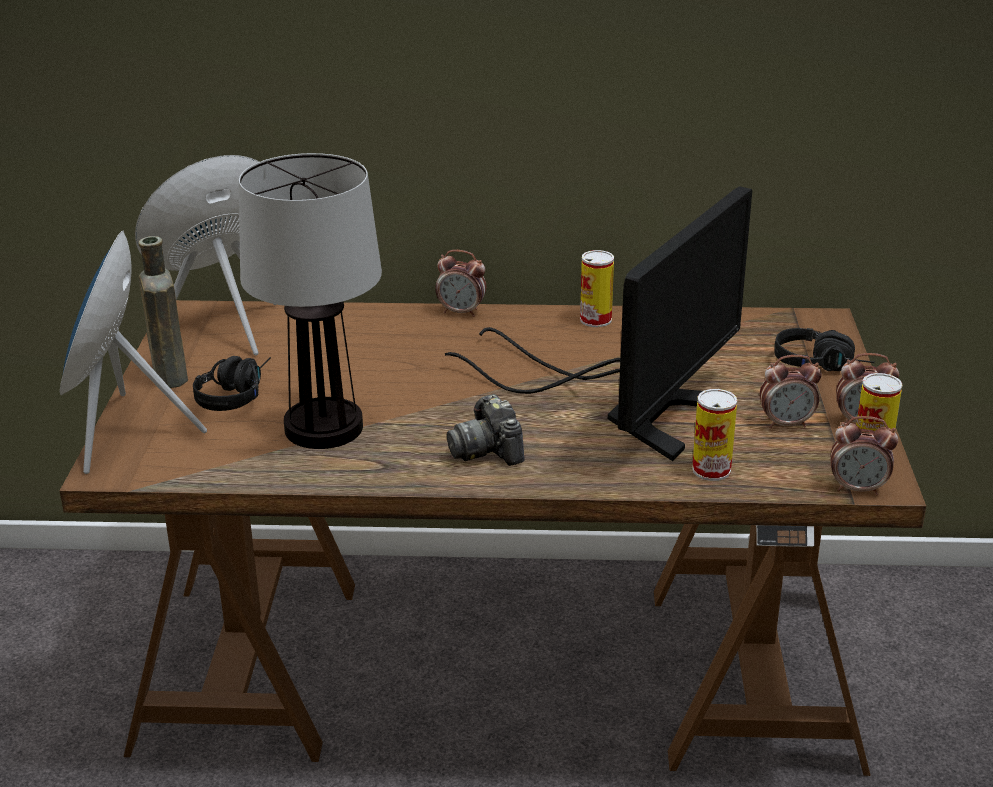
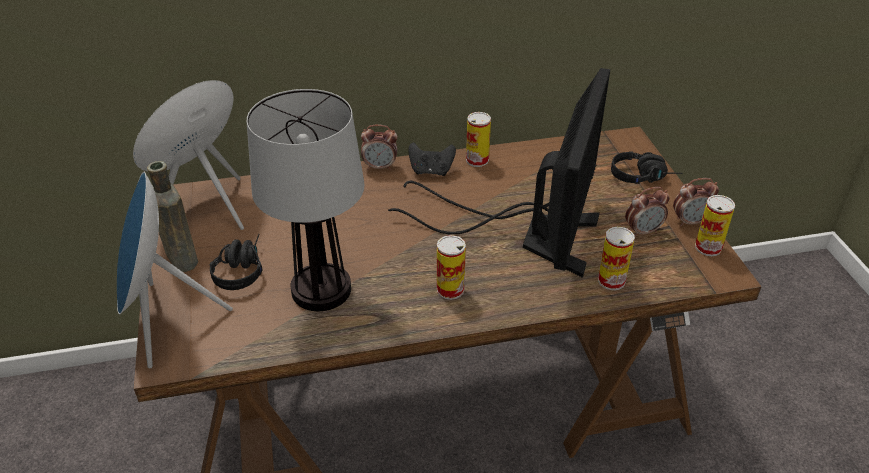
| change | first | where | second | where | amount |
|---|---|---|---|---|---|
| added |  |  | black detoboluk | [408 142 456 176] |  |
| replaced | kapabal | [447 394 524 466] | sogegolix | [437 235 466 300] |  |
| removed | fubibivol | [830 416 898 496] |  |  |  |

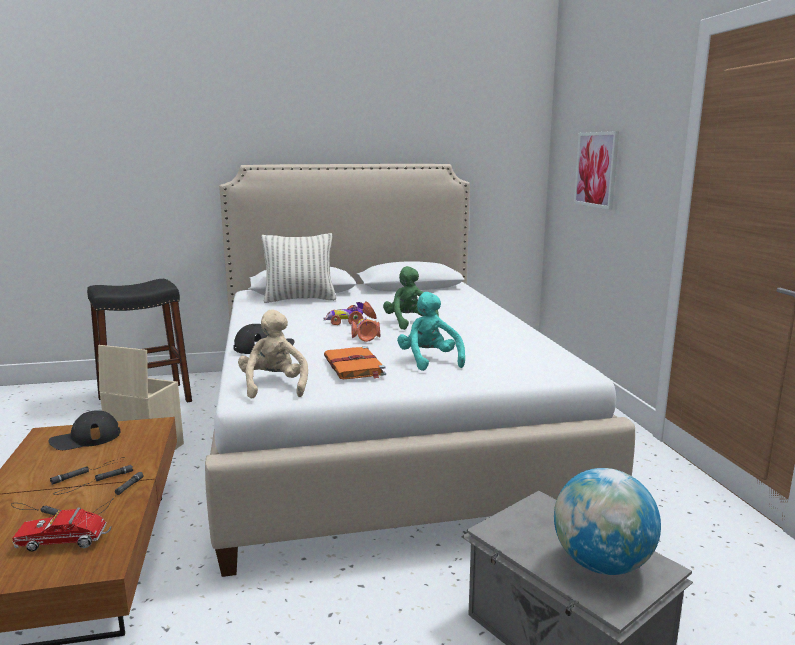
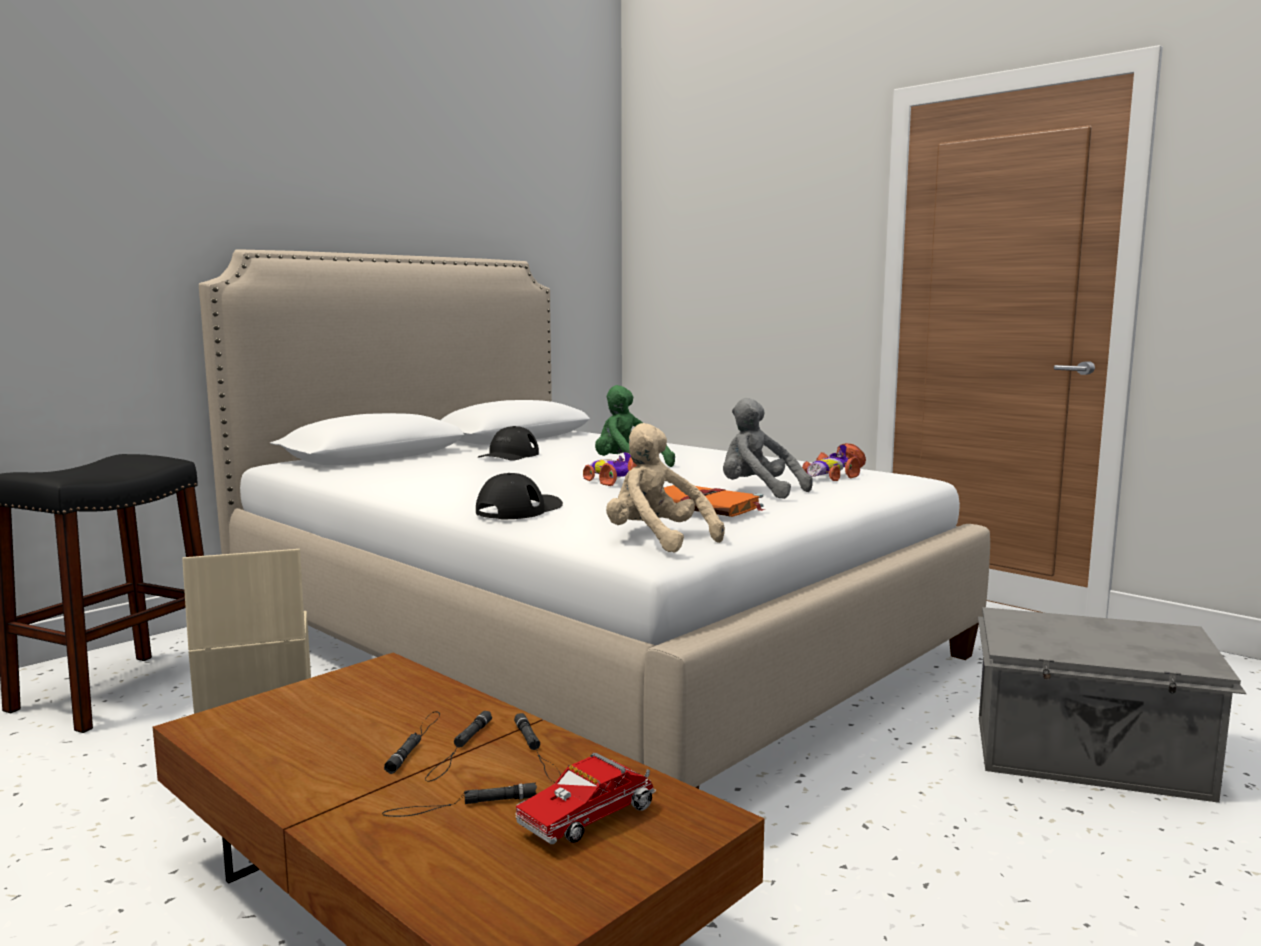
| change | first | where | second | where | amount |
|---|---|---|---|---|---|
| moved | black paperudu | [49 410 120 450] |  | [478 426 539 461] |  |
| recoloured | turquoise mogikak | [397 292 465 371] | grey mogikak | [723 398 813 499] |  |
| moved | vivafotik | [323 301 377 325] |  | [802 443 866 481] |  |
| removed | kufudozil | [261 233 336 303] |  |  |  |
| removed | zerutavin | [554 468 661 575] |  |  |  |
| removed | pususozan | [574 131 619 210] |  |  |  |

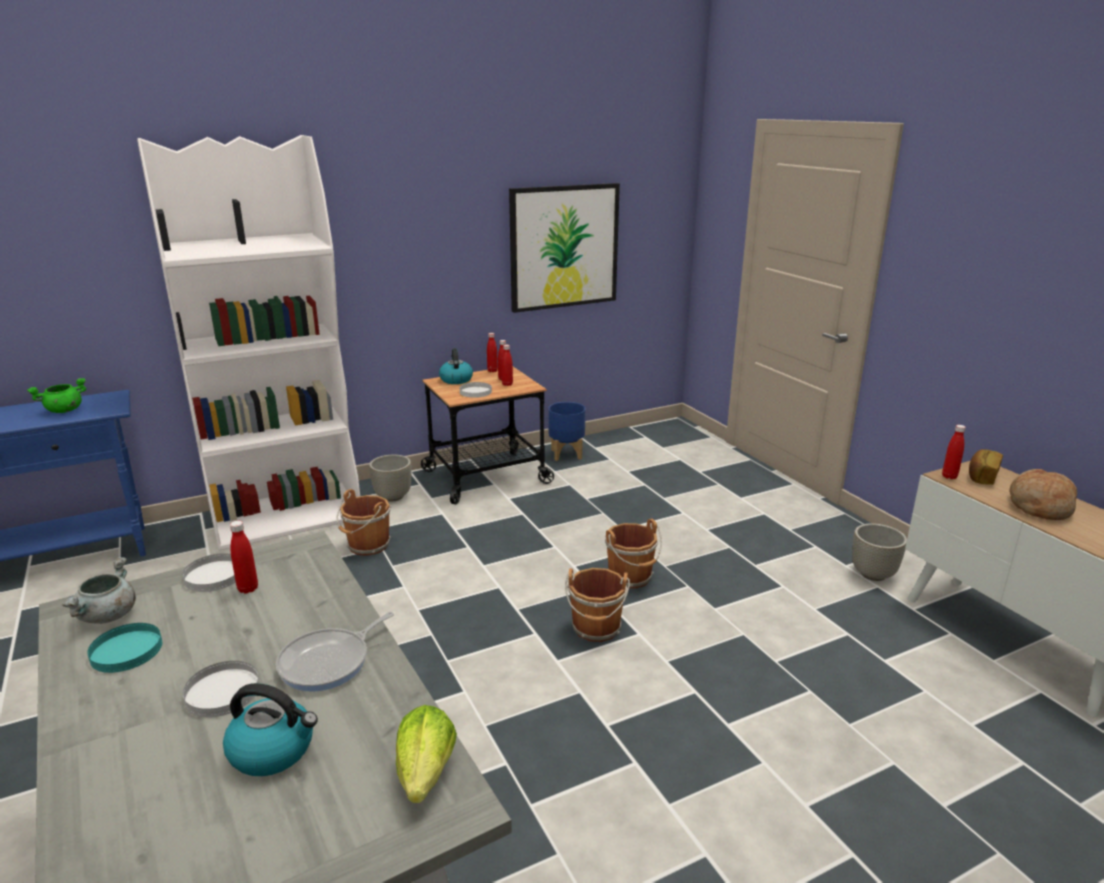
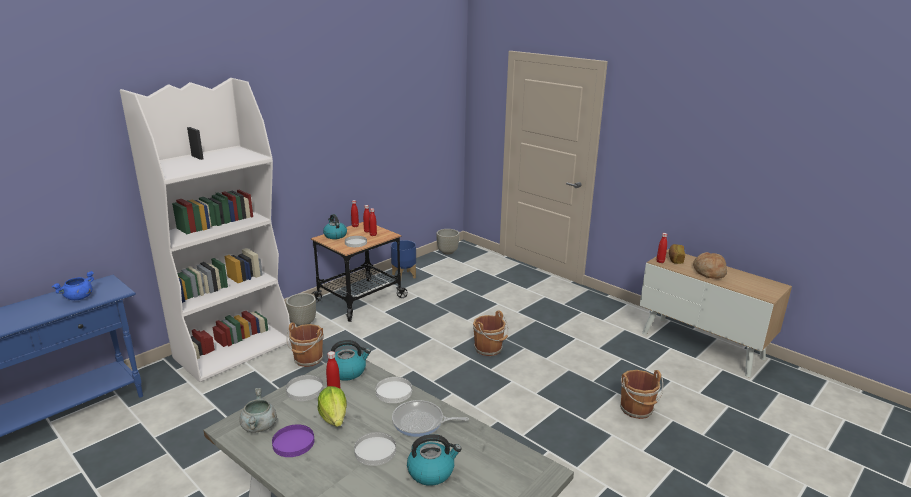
| change | first | where | second | where | amount |
|---|---|---|---|---|---|
| recoloured | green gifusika | [27 378 86 413] | blue gifusika | [51 271 94 300] |  |
| recoloured | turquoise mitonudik | [87 623 162 673] | purple mitonudik | [272 424 314 457] |  |
| moved | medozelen | [396 705 457 803] |  | [318 386 347 427] |  |
| added |  |  | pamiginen | [331 340 371 381] |  |
| added |  |  | white mitonudik | [376 377 412 403] |  |
| turned | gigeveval | [276 612 394 692] |  | [392 400 469 437] | 75 degrees clockwise |
| moved | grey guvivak | [852 523 907 581] |  | [436 229 459 255] |  |
| moved | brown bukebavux | [565 568 630 642] |  | [620 370 663 419] |  |
| removed | pususozan | [509 183 620 313] |  |  |  |

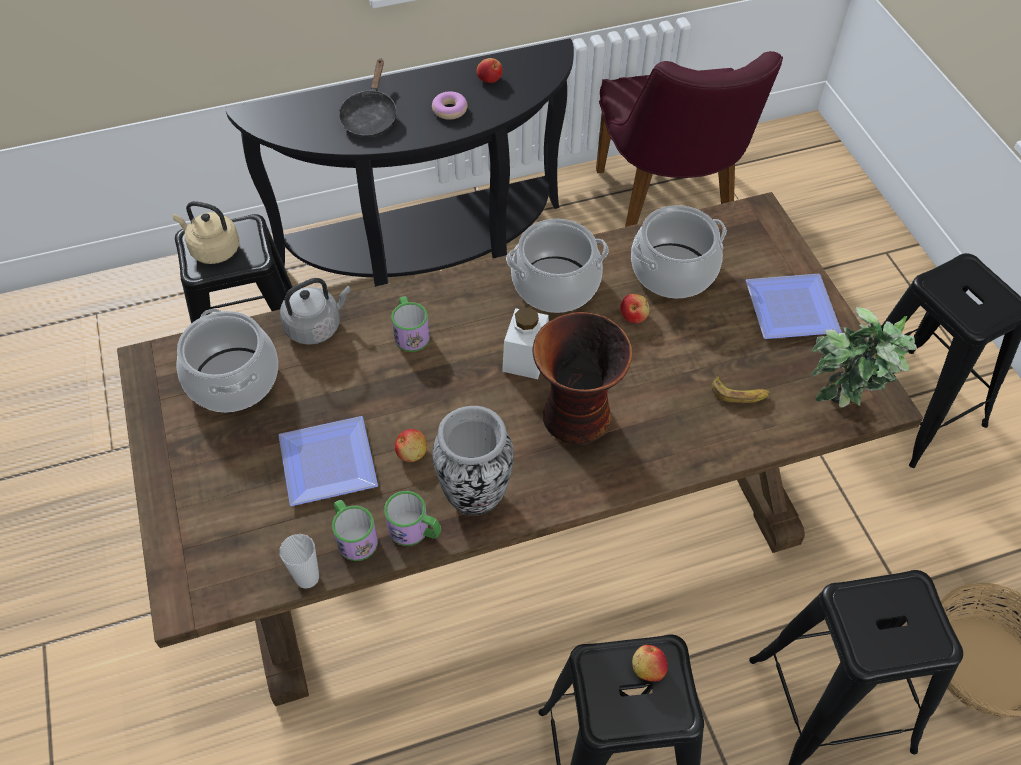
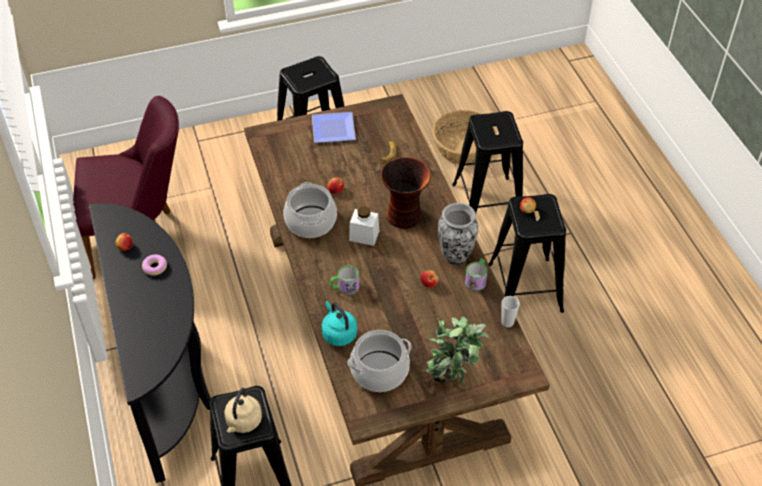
| change | first | where | second | where | amount |
|---|---|---|---|---|---|
| recoloured | grey pamiginen | [280 278 351 345] | turquoise pamiginen | [322 301 357 346] |  |
| moved | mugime | [811 307 917 408] |  | [426 317 489 385] |  |
| removed | mitonudik | [279 416 378 506] |  |  |  |
| removed | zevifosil | [332 499 378 561] |  |  |  |
| removed | black gigeveval | [338 58 397 137] |  |  |  |
| removed | gifusika | [631 205 727 299] |  |  |  |

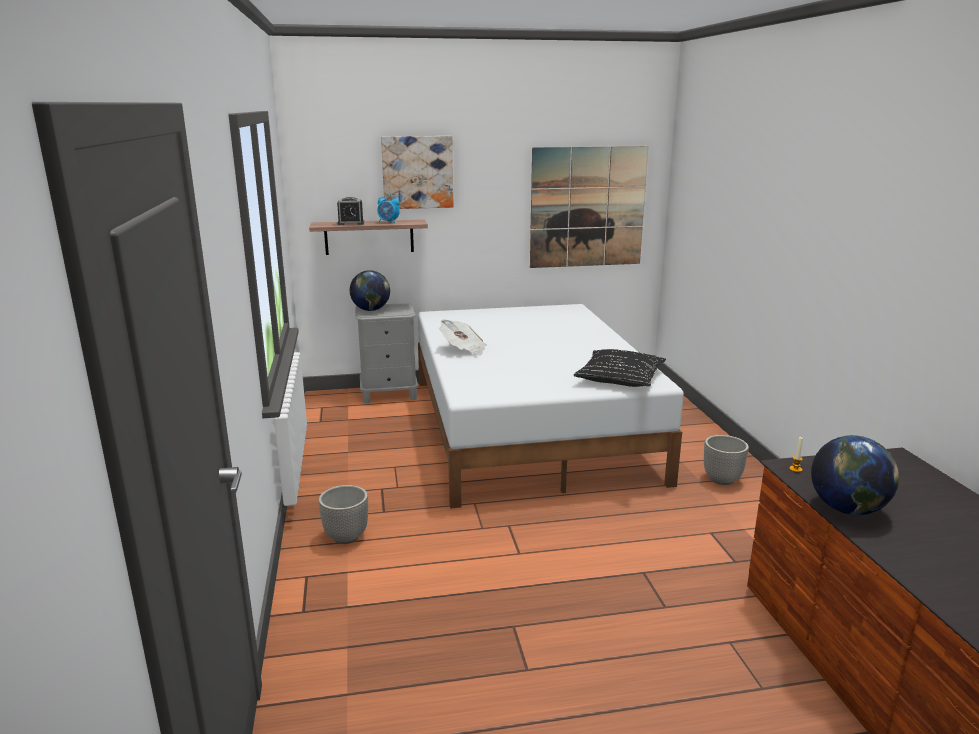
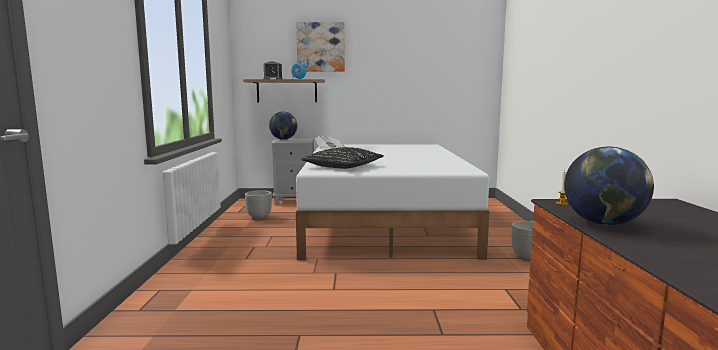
| change | first | where | second | where | amount |
|---|---|---|---|---|---|
| moved | guvivak | [318 485 368 544] |  | [245 190 272 220] |  |
| moved | black kufudozil | [574 349 666 387] |  | [301 147 384 169] |  |
| removed | pususozan | [530 146 648 268] |  |  |  |

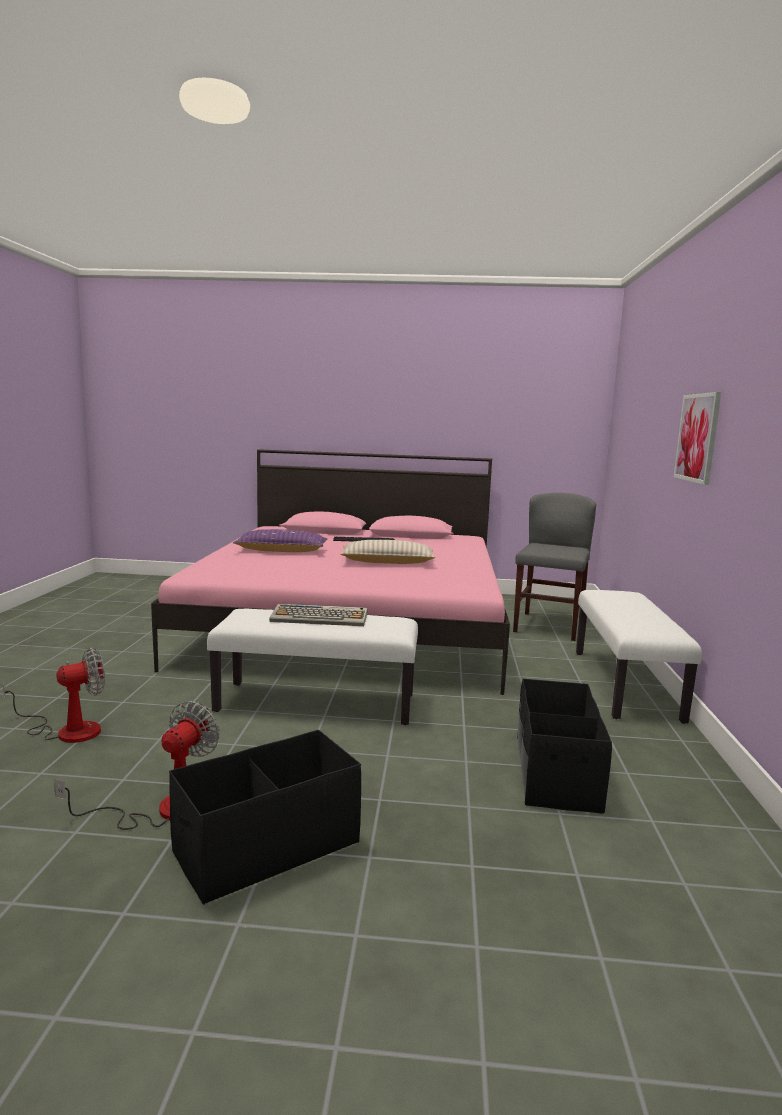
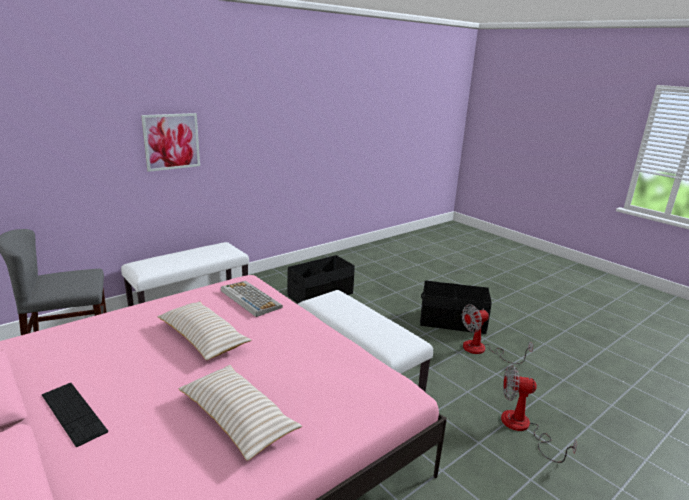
| change | first | where | second | where | amount |
|---|---|---|---|---|---|
| recoloured | purple kufudozil | [233 529 327 552] | beige kufudozil | [179 365 302 461] |  |
| moved | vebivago | [269 604 368 626] |  | [221 281 283 317] |  |

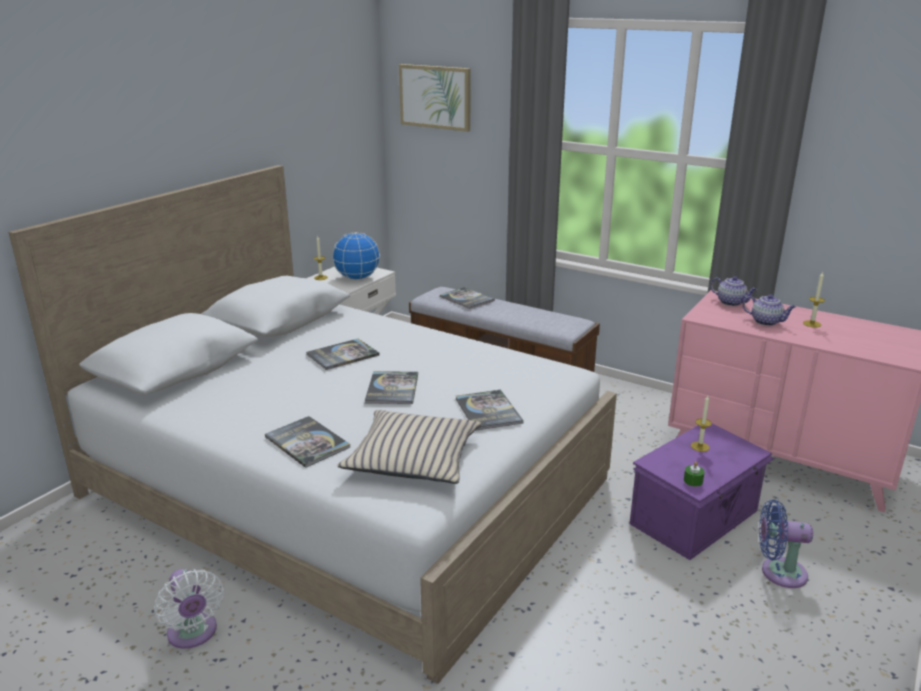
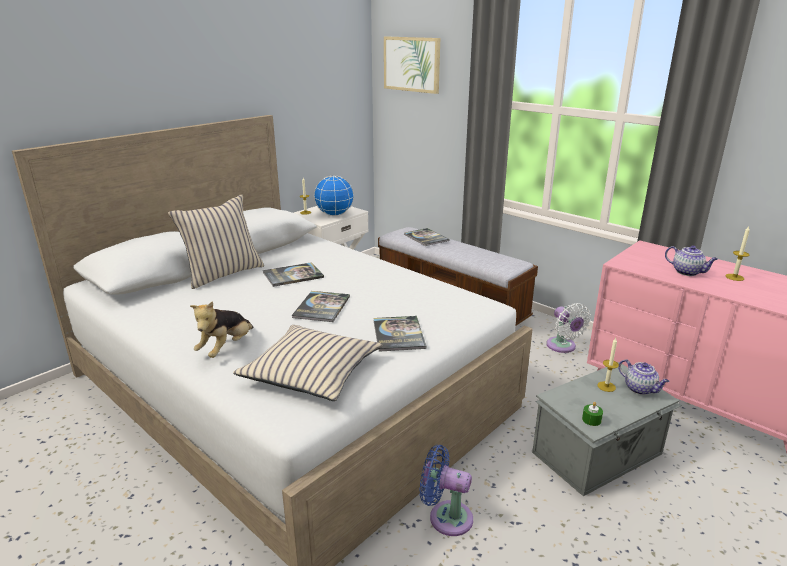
| change | first | where | second | where | amount |
|---|---|---|---|---|---|
| added |  |  | beige kufudozil | [168 194 264 289] |  |
| replaced | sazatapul | [265 416 350 468] | mogikak | [190 301 253 358] |  |
| moved | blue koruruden | [759 500 813 588] |  | [419 445 473 536] |  |
| recoloured | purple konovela | [630 424 775 560] | grey konovela | [532 362 682 496] |  |
| moved | white koruruden | [154 569 224 649] |  | [546 303 591 353] |  |
| moved | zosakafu | [710 276 757 306] |  | [618 359 670 395] |  |

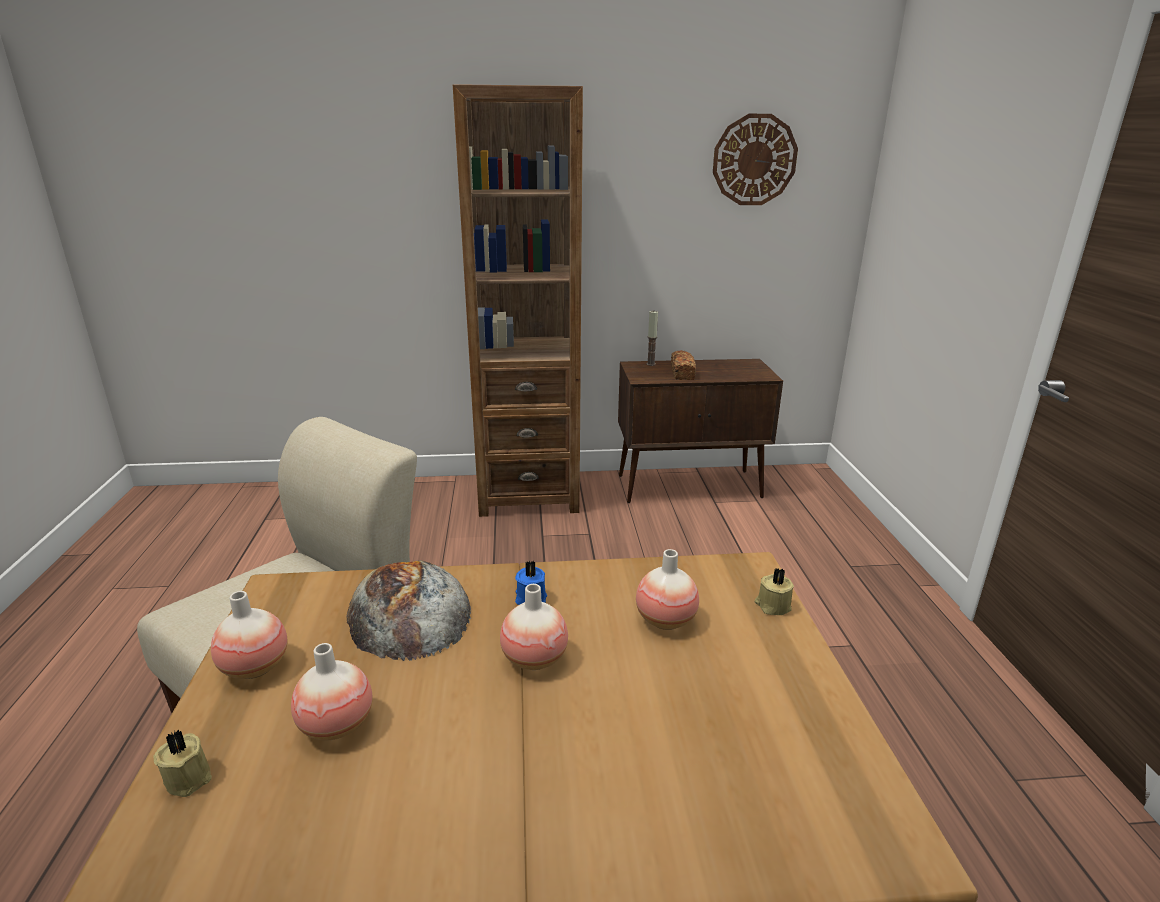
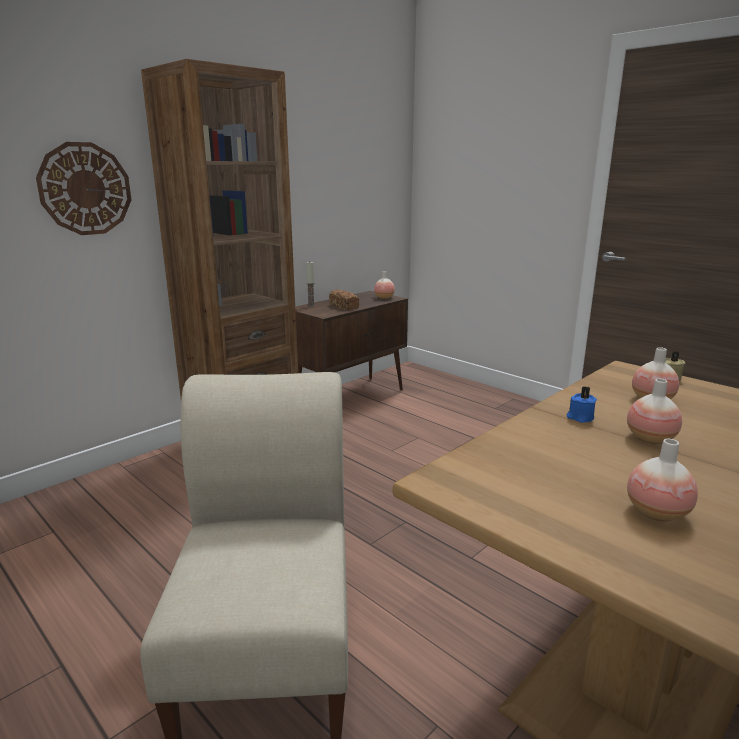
| change | first | where | second | where | amount |
|---|---|---|---|---|---|
| moved | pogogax | [713 114 798 205] |  | [36 142 132 235] |  |
| moved | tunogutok | [211 591 287 679] |  | [374 271 395 299] |  |
| removed | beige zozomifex | [154 730 212 797] |  |  |  |
| removed | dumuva | [346 560 471 661] |  |  |  |

